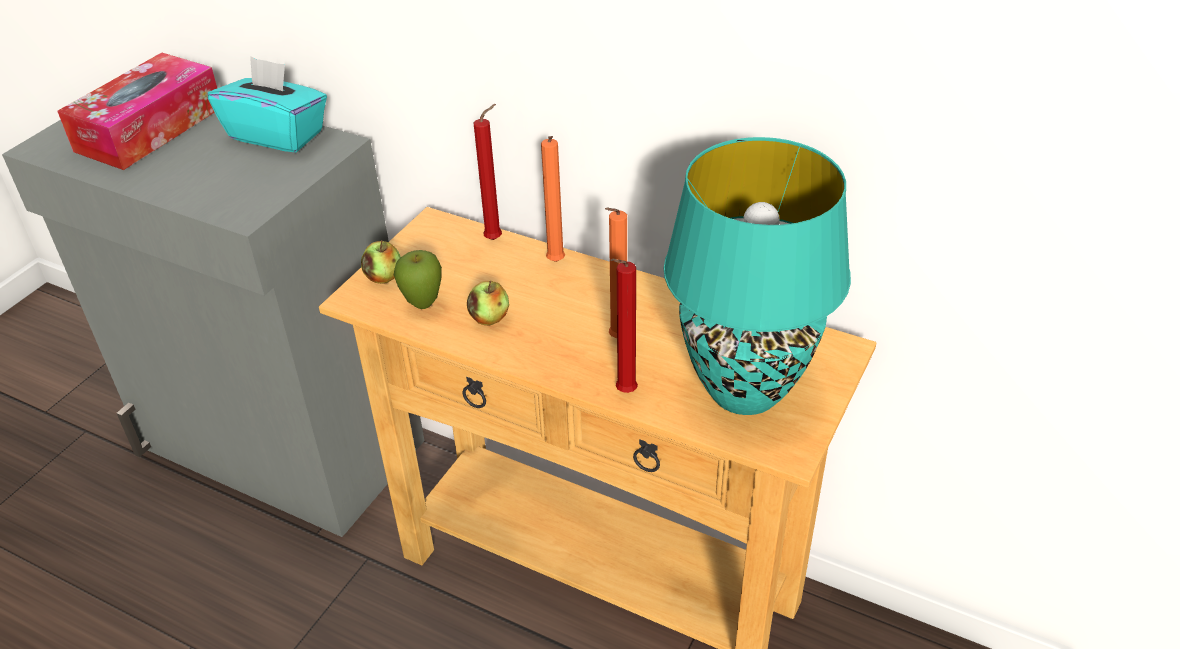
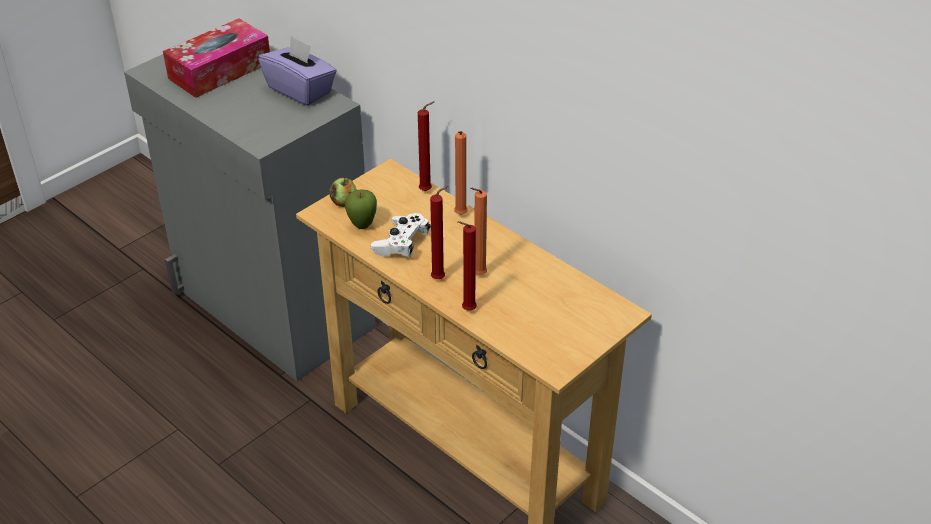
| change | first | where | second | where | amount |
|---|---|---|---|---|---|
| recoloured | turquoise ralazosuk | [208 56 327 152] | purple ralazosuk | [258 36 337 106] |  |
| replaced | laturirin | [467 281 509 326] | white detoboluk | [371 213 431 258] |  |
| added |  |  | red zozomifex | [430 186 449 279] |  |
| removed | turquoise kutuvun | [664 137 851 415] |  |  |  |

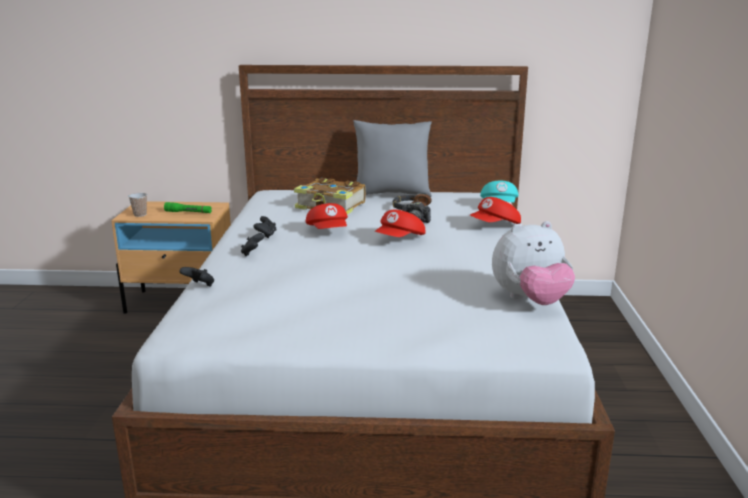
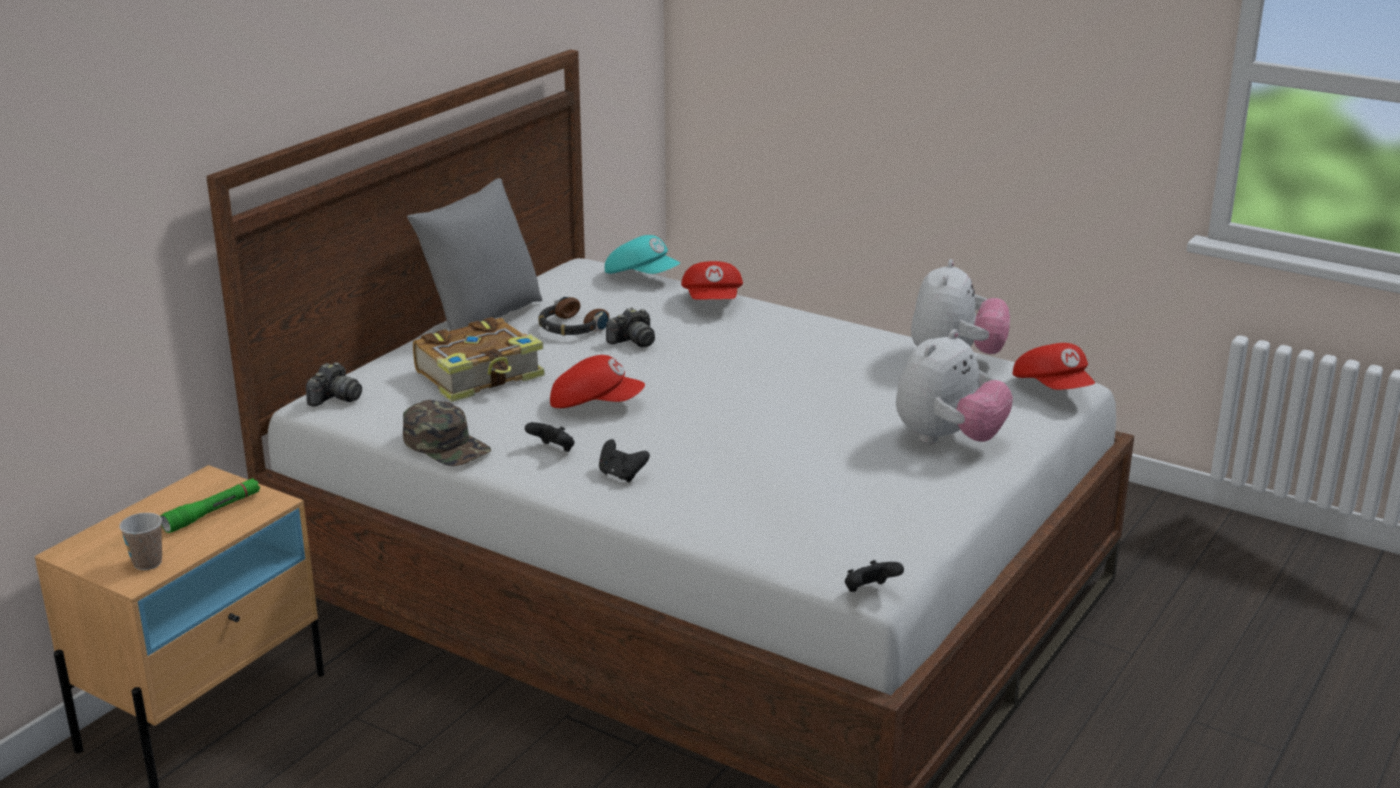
| change | first | where | second | where | amount |
|---|---|---|---|---|---|
| added |  |  | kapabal | [306 362 362 407] |  |
| added |  |  | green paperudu | [403 400 491 466] |  |
| moved | black detoboluk | [180 267 214 287] |  | [845 560 904 592] |  |
| added |  |  | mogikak | [896 329 1013 444] |  |
| moved | red paperudu | [375 210 425 237] |  | [1013 343 1095 390] |  |

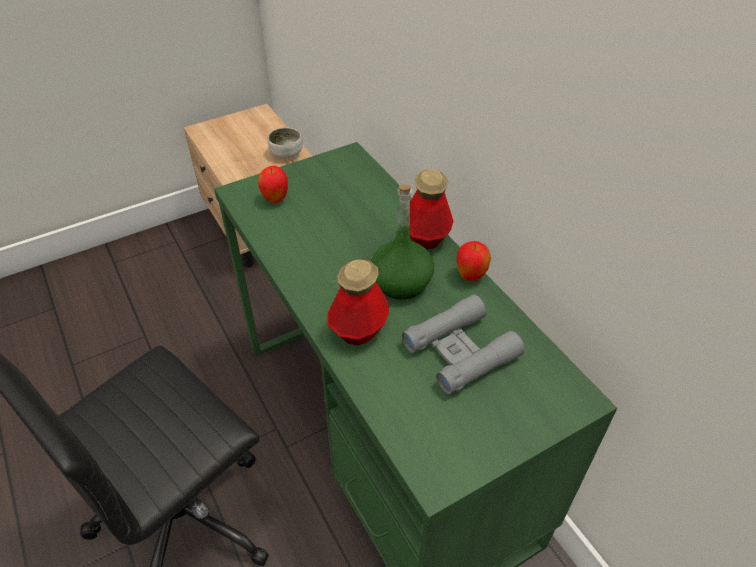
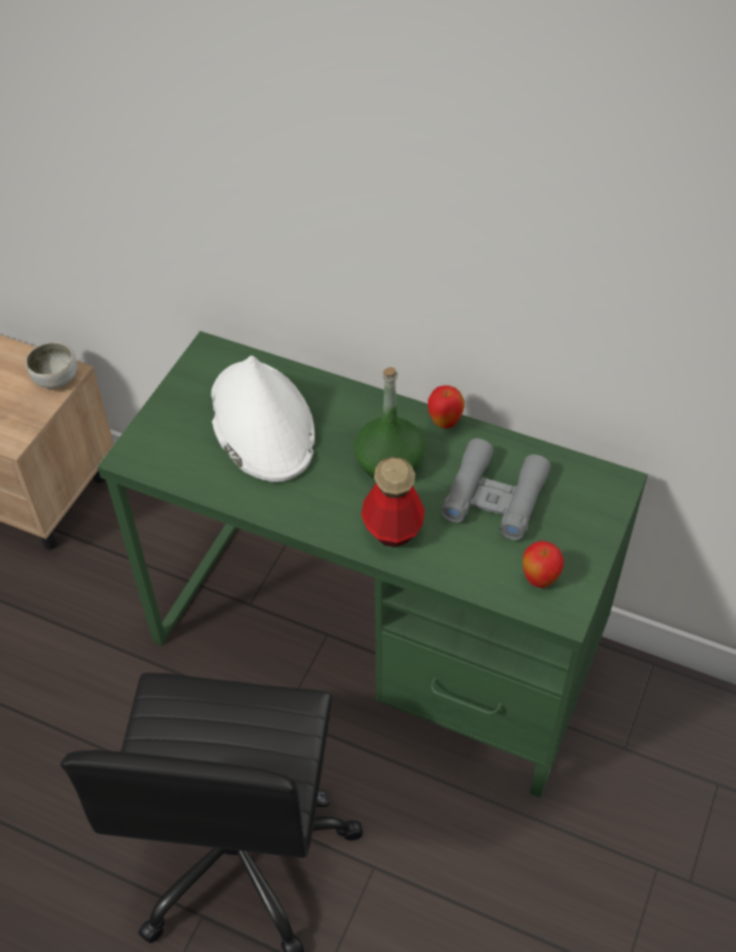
| change | first | where | second | where | amount |
|---|---|---|---|---|---|
| added |  |  | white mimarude | [211 355 315 482] |  |
| moved | laturirin | [258 166 288 203] |  | [523 541 564 588] |  |
| removed | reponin | [410 169 453 249] |  |  |  |

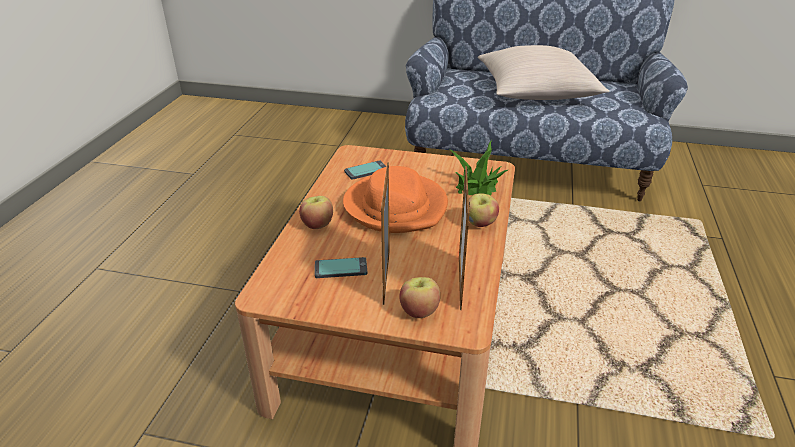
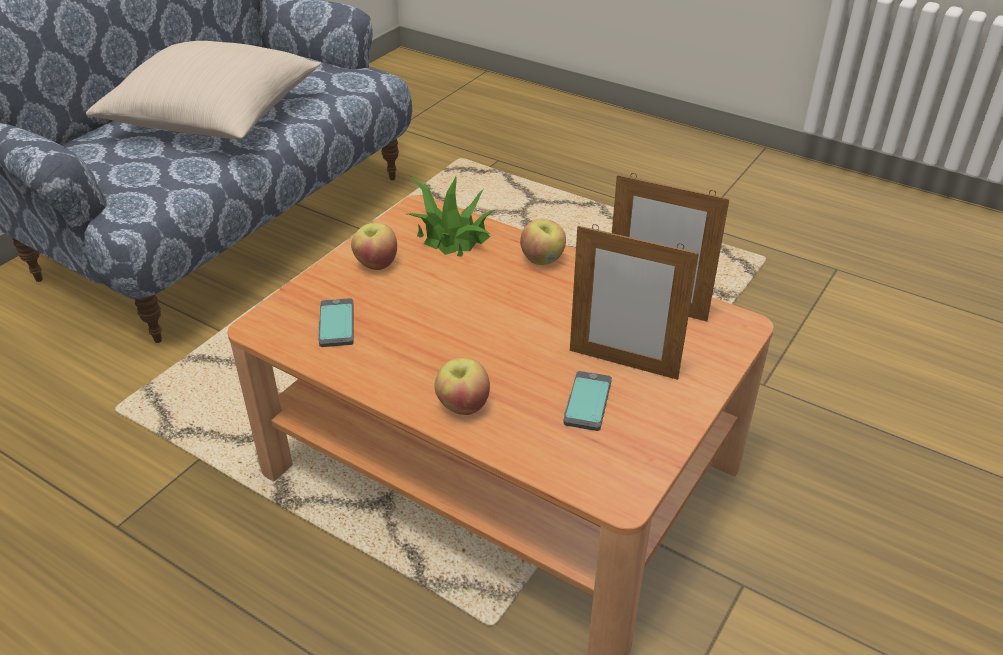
| change | first | where | second | where | amount |
|---|---|---|---|---|---|
| moved | laturirin | [399 277 440 318] |  | [351 222 397 270] |  |
| removed | orange mimarude | [343 166 448 233] |  |  |  |

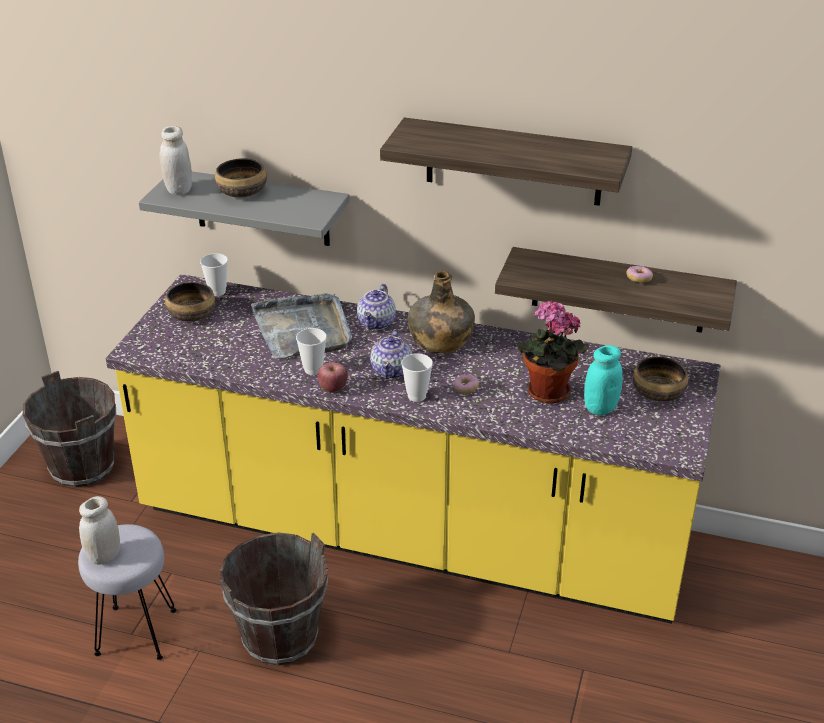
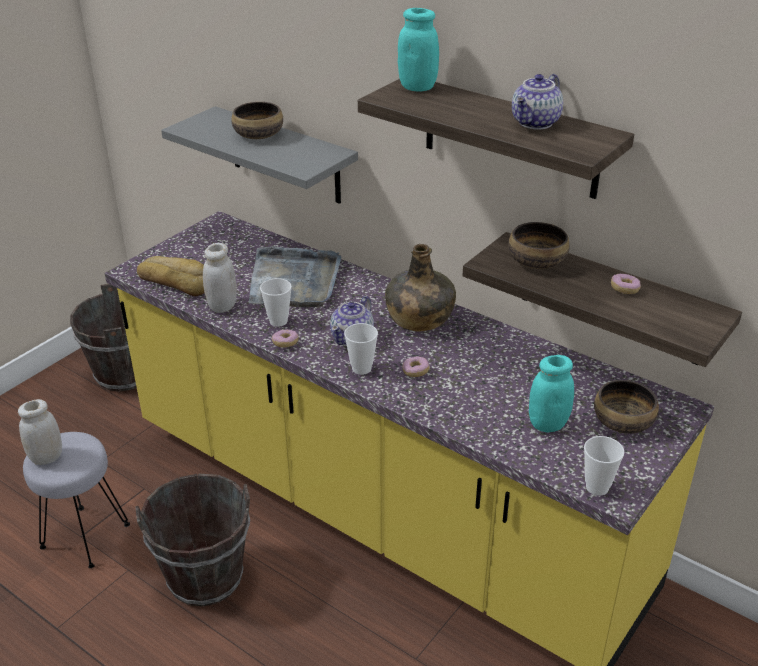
| change | first | where | second | where | amount |
|---|---|---|---|---|---|
| added |  |  | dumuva | [137 256 205 296] |  |
| moved | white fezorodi | [160 126 192 195] |  | [203 243 237 313] |  |
| replaced | laturirin | [318 362 348 392] | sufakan | [272 329 299 348] |  |
| added |  |  | turquoise fezorodi | [398 8 439 92] |  |
| moved | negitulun | [165 282 215 322] |  | [508 222 569 269] |  |
| moved | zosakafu | [357 284 396 330] |  | [512 74 563 130] |  |
| moved | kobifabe | [200 253 228 296] |  | [584 436 624 496] |  |
| removed | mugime | [517 300 589 403] |  |  |  |

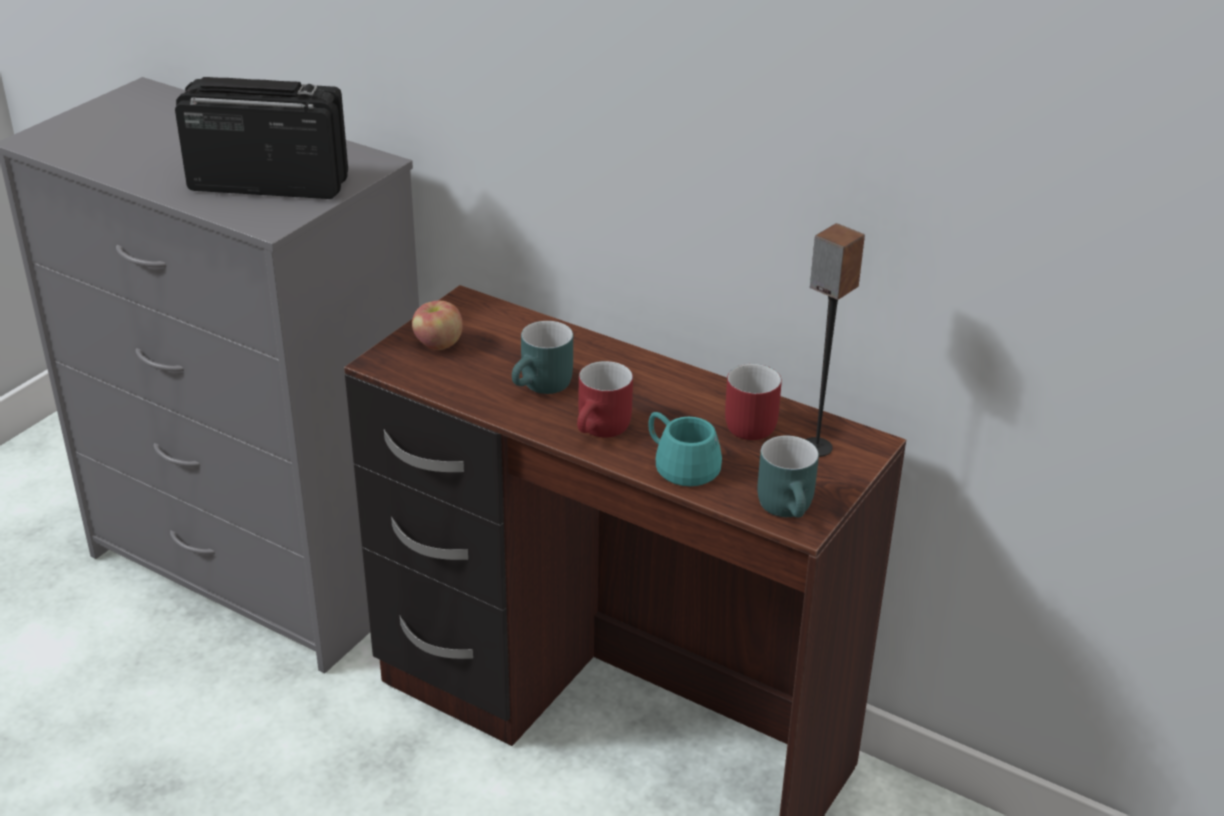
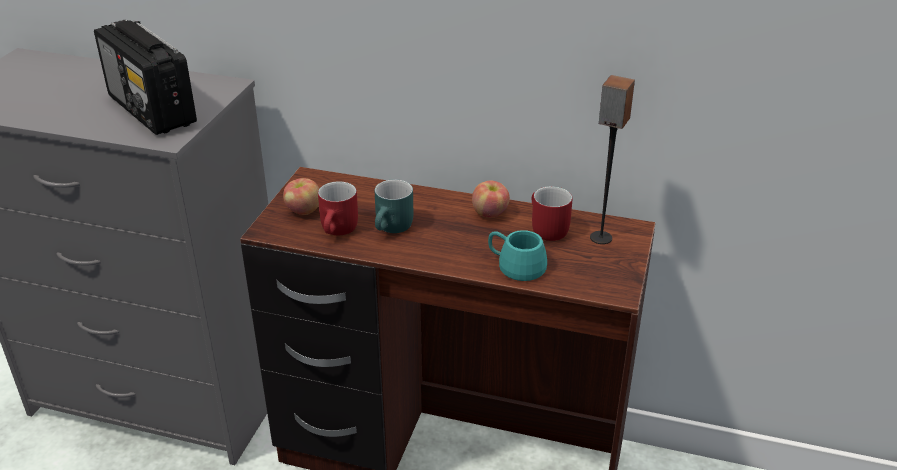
| change | first | where | second | where | amount |
|---|---|---|---|---|---|
| turned | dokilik | [175 77 348 199] |  | [94 20 197 135] | 120 degrees counterclockwise |
| moved | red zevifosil | [577 361 633 438] |  | [318 181 358 235] |  |
| added |  |  | laturirin | [472 180 510 218] |  |
| removed | turquoise zevifosil | [757 436 819 518] |  |  |  |

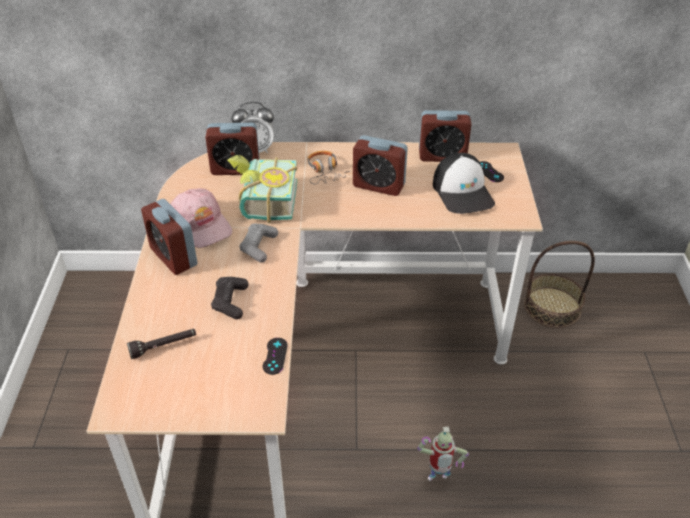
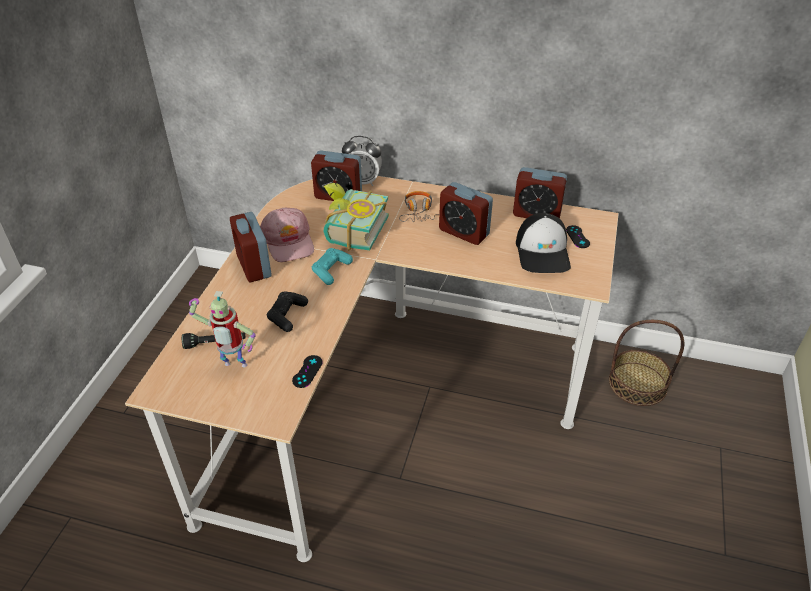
| change | first | where | second | where | amount |
|---|---|---|---|---|---|
| moved | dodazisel | [417 426 469 481] |  | [189 291 256 368] |  |
| recoloured | grey detoboluk | [239 223 278 263] | turquoise detoboluk | [312 248 353 285] |  |

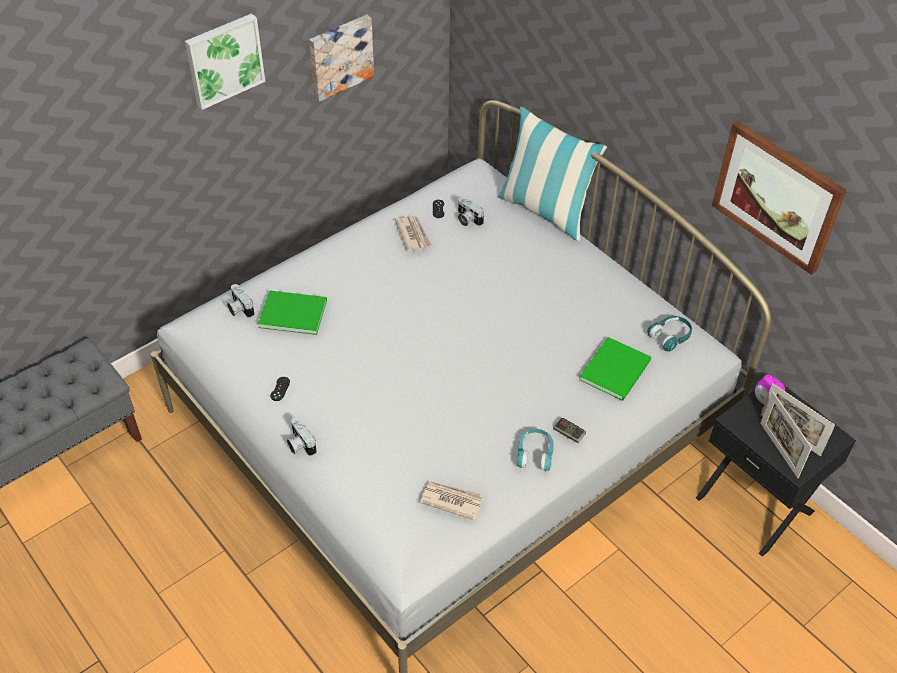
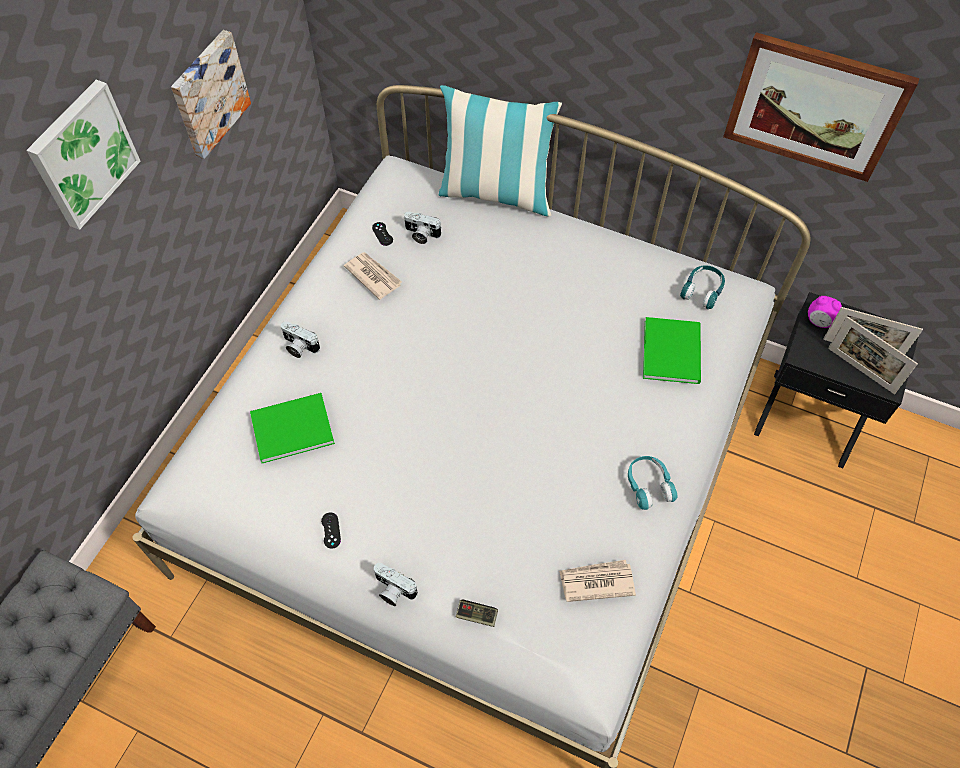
| change | first | where | second | where | amount |
|---|---|---|---|---|---|
| moved | kapabal | [227 284 254 318] |  | [281 321 320 358] |  |
| moved | detoboluk | [553 418 586 443] |  | [456 599 498 627] |  |

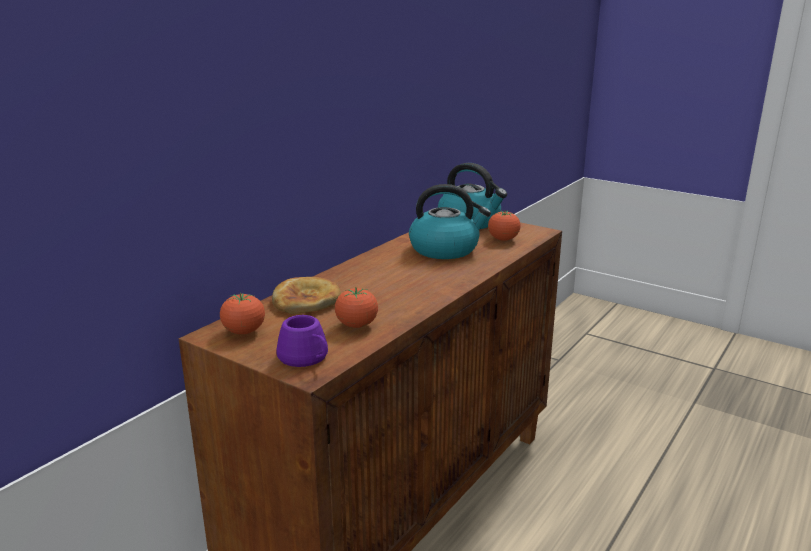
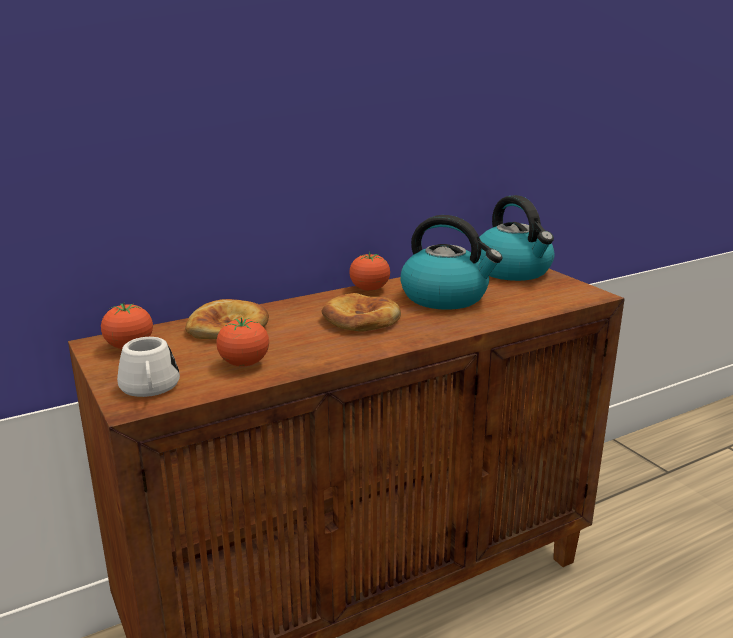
| change | first | where | second | where | amount |
|---|---|---|---|---|---|
| recoloured | purple zevifosil | [276 315 328 367] | white zevifosil | [117 337 180 397] |  |
| added |  |  | dumuva | [322 293 401 332] |  |
| moved | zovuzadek | [488 211 521 241] |  | [349 252 390 291] |  |

